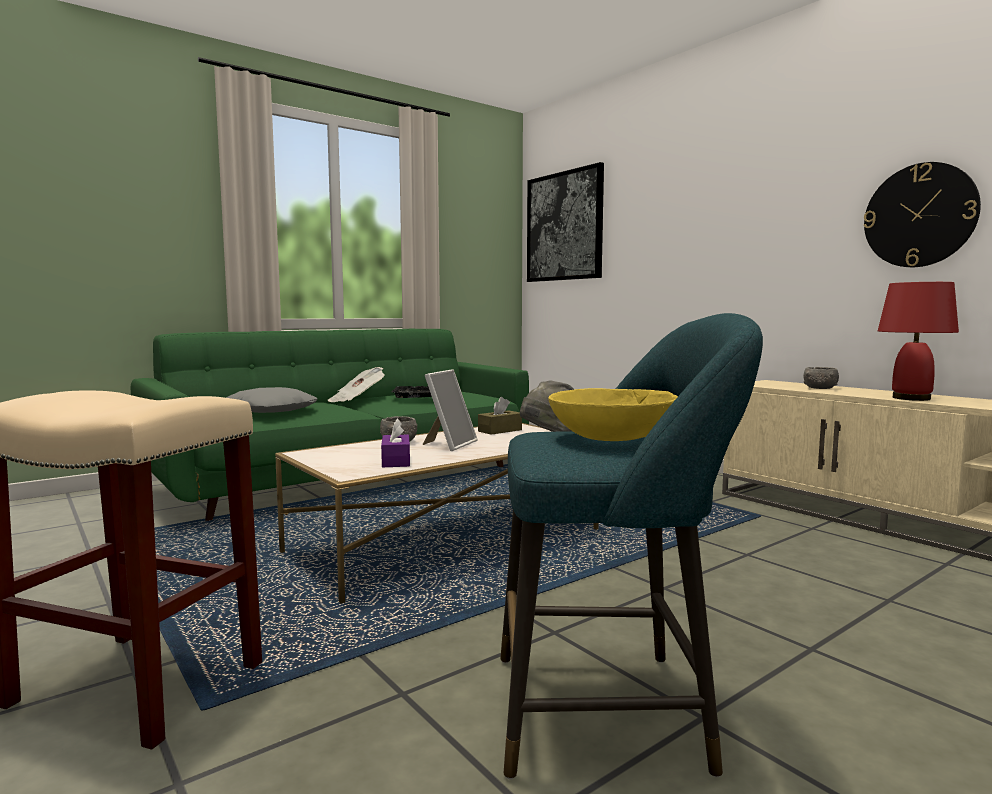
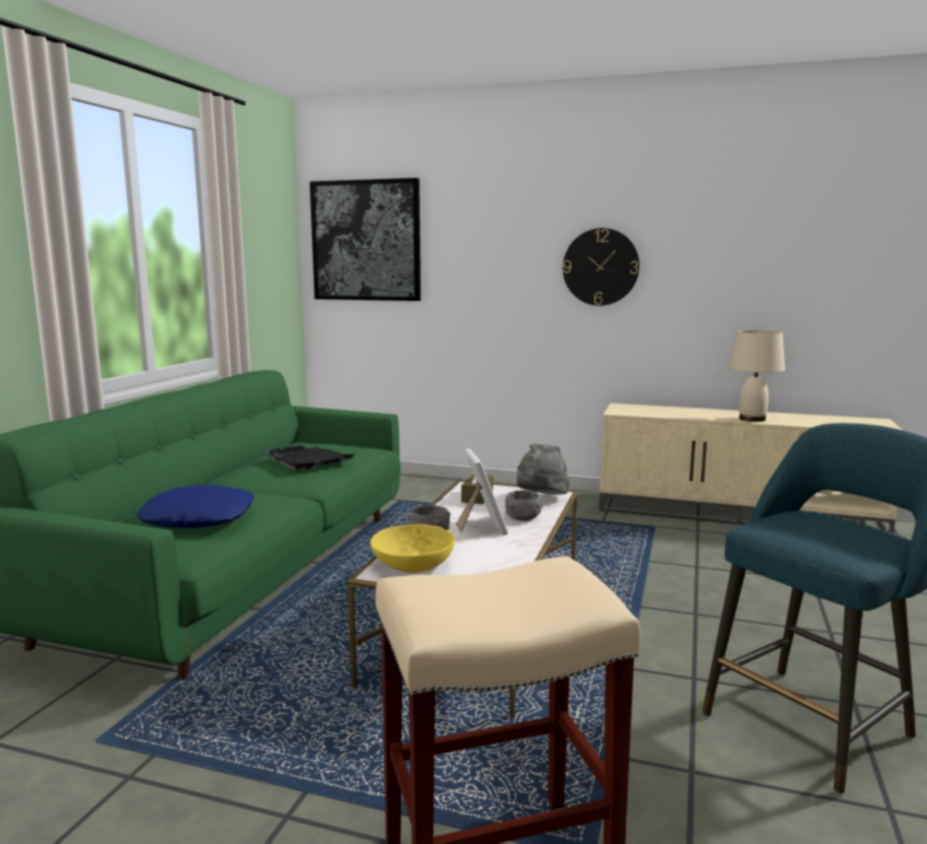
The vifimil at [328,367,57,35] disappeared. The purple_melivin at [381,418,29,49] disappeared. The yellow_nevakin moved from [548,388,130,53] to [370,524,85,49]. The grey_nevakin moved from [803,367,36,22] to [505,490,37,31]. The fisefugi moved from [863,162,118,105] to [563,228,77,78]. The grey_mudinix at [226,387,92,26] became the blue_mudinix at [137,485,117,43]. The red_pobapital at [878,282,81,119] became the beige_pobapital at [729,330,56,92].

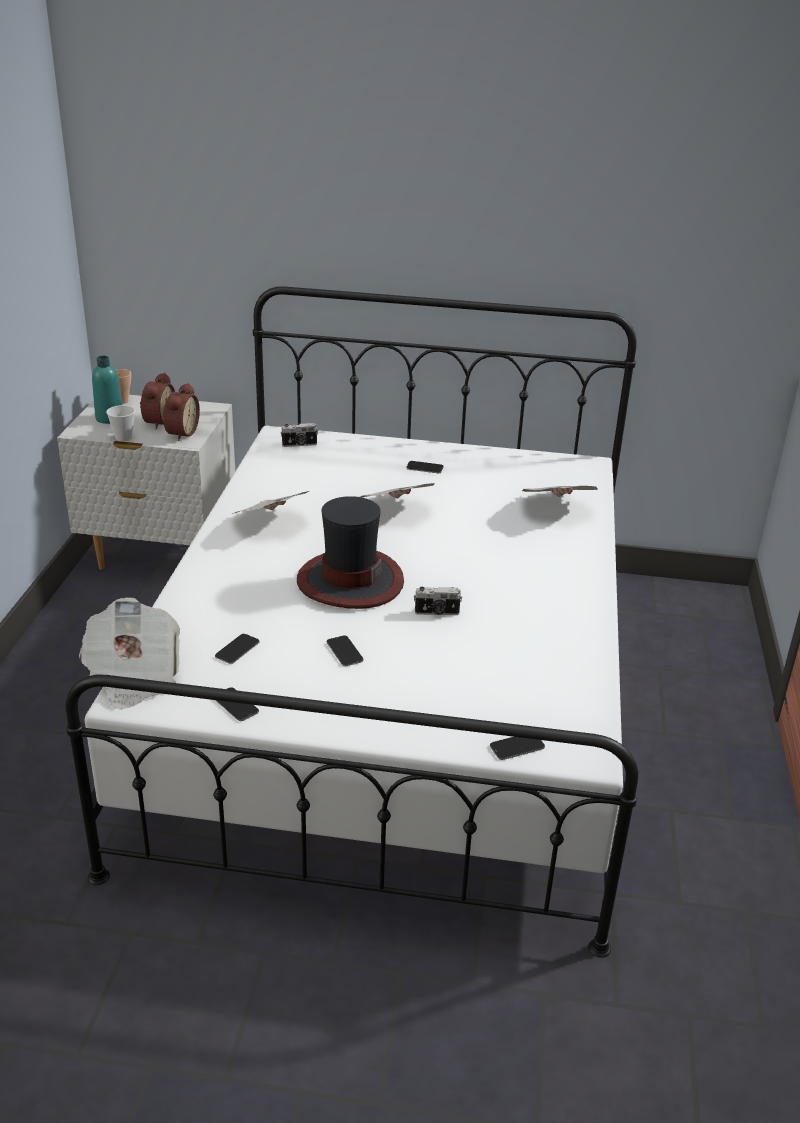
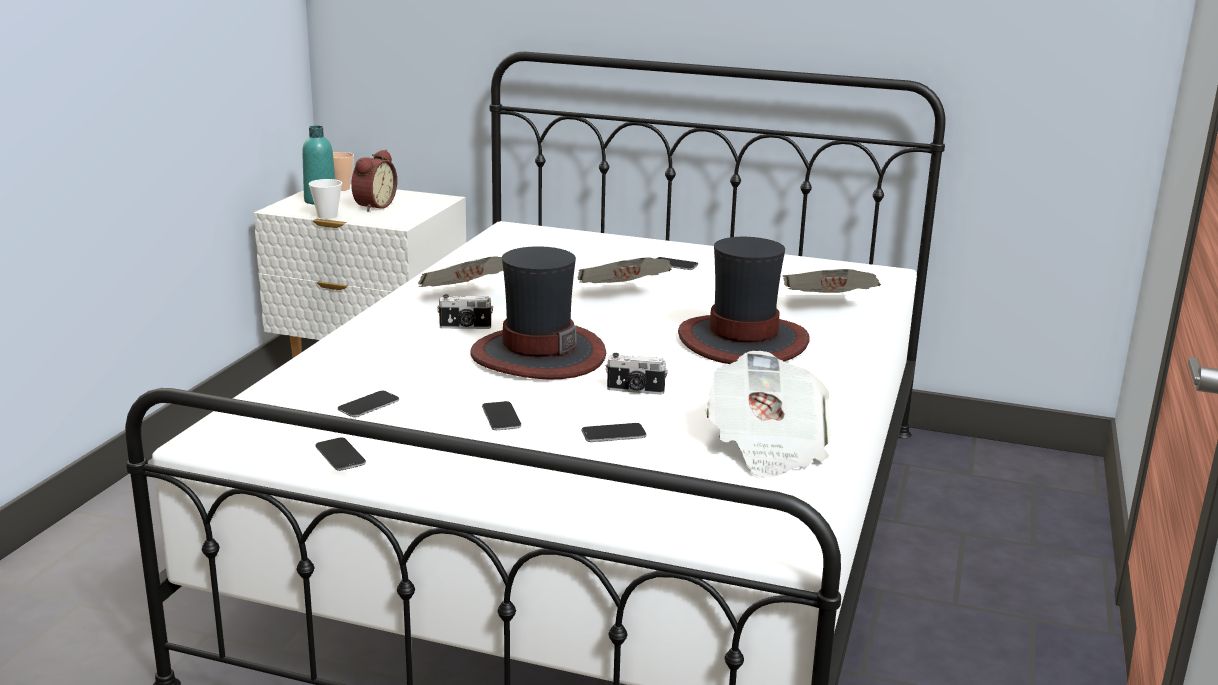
The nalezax at [163,383,37,58] disappeared. The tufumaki at [678,237,132,127] appeared. The vifimil moved from [79,598,101,112] to [705,351,126,127]. The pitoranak moved from [281,423,37,24] to [437,294,56,35]. The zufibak moved from [490,737,55,23] to [582,423,64,19].

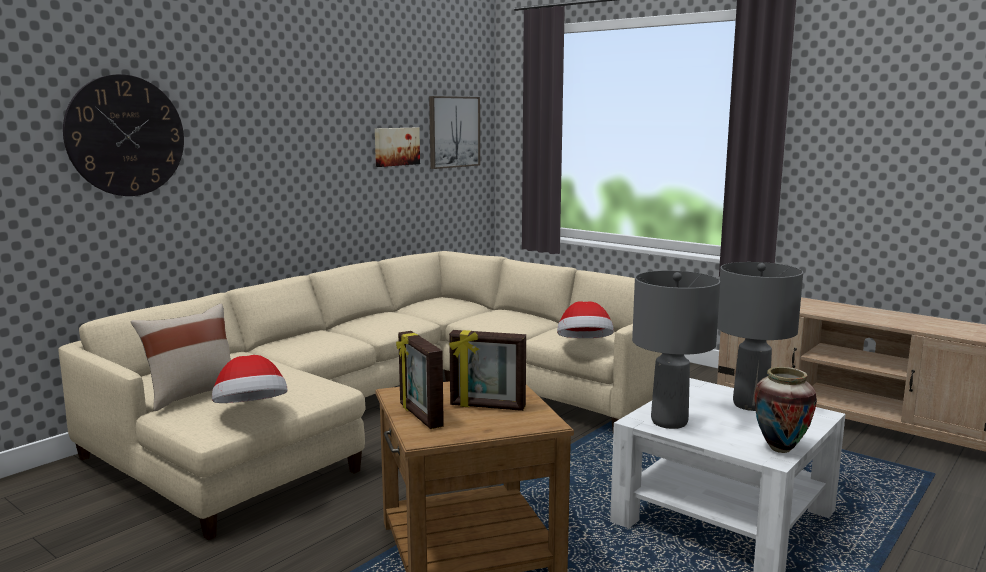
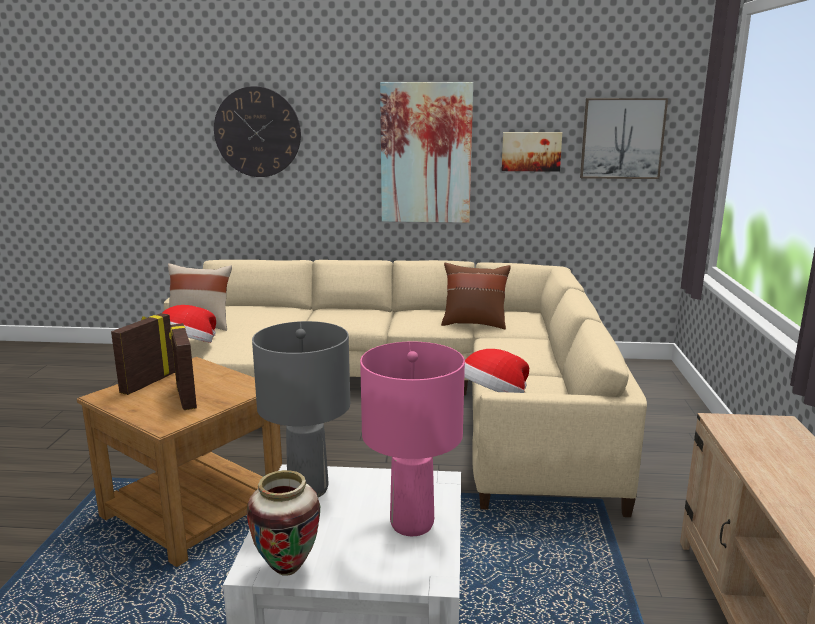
The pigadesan at [380,82,93,141] appeared. The brown_mudinix at [441,263,70,66] appeared. The grey_pobapital at [717,262,86,149] became the pink_pobapital at [360,342,105,194].

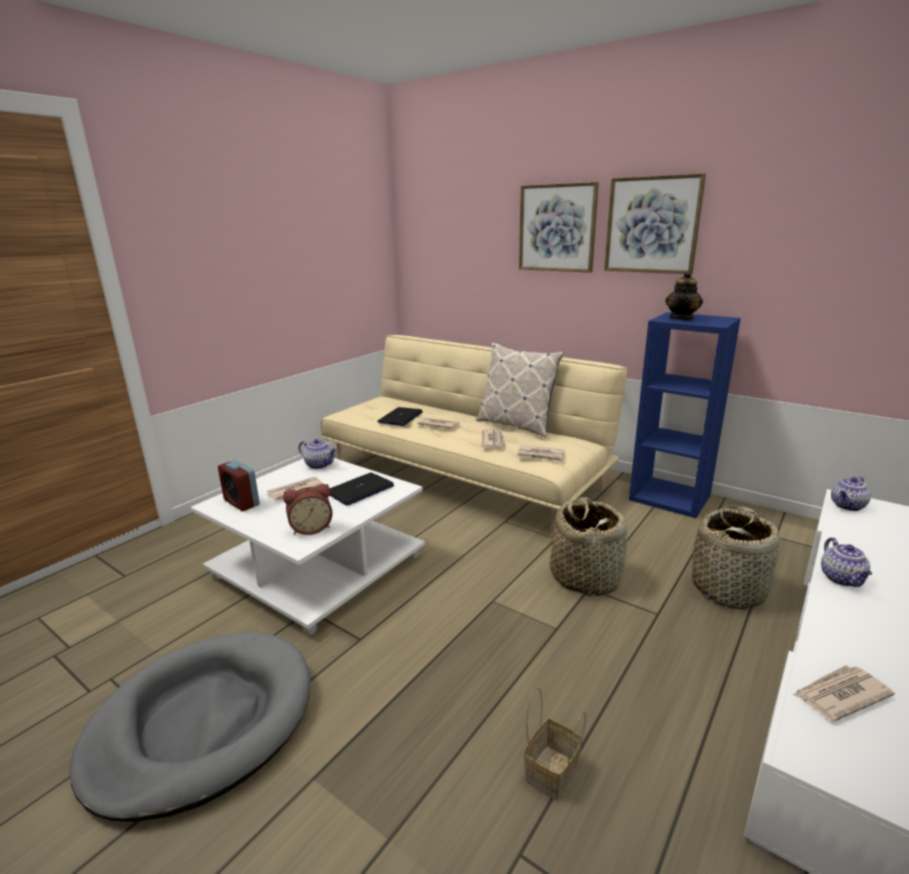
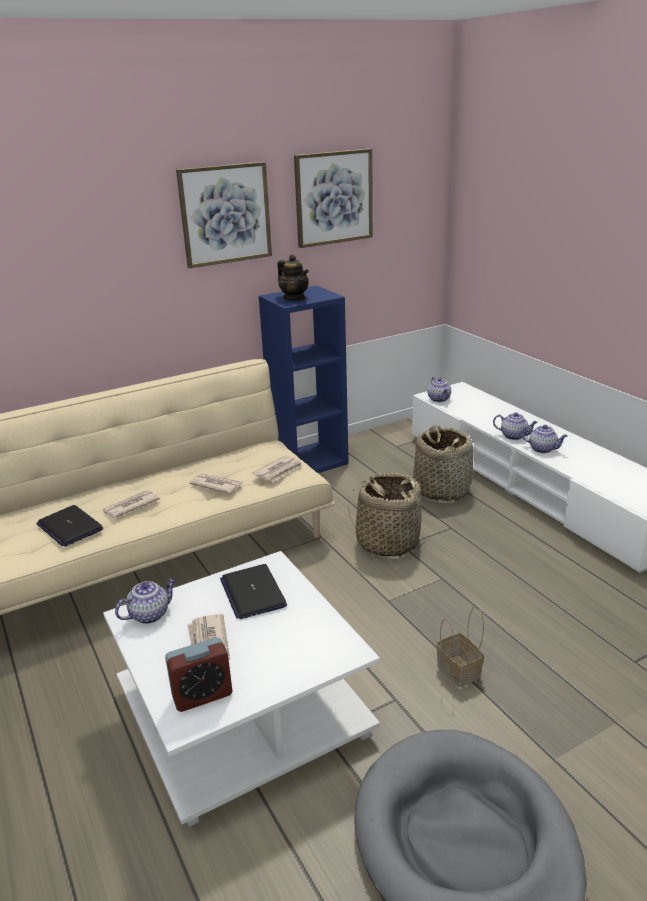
The nalezax at [283,484,50,51] disappeared. The mudinix at [476,342,87,96] disappeared. The vifimil at [793,665,102,56] disappeared. The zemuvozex at [521,425,46,28] appeared. The pigadesan moved from [519,182,80,91] to [294,149,79,99]. The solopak moved from [524,687,62,113] to [436,606,48,81].

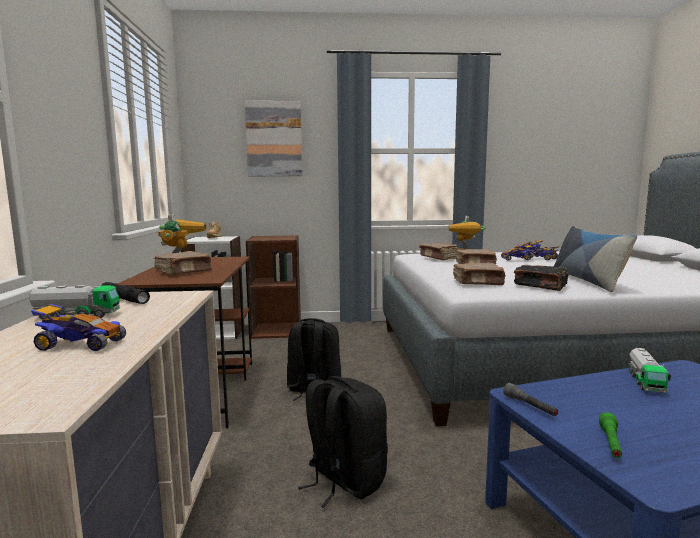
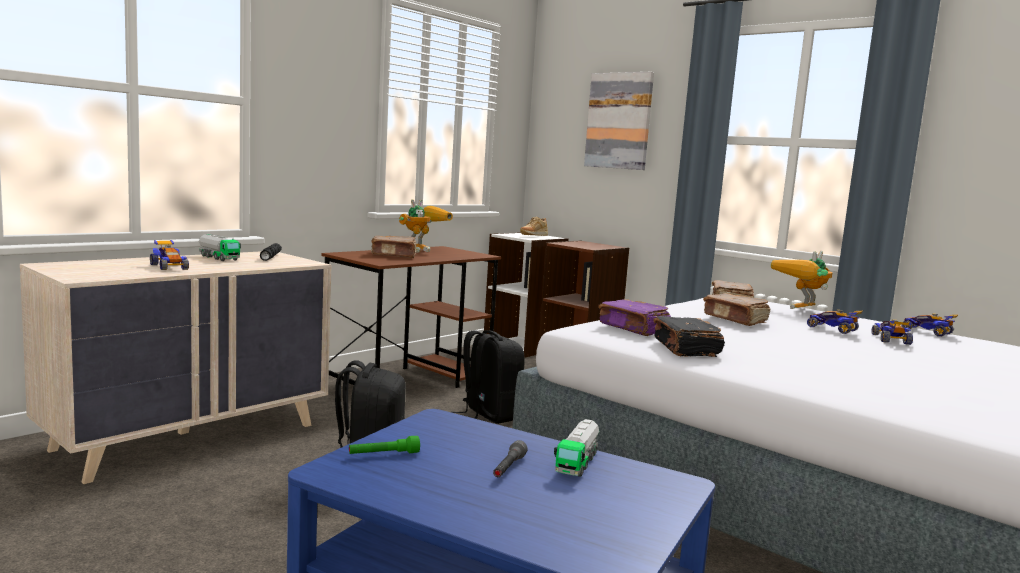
The mudinix at [553,226,85,66] disappeared. The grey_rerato moved from [503,383,55,33] to [493,440,35,37]. The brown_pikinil at [453,262,53,23] became the purple_pikinil at [598,299,73,37]. The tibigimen at [628,348,43,45] turned 45 degrees counterclockwise.

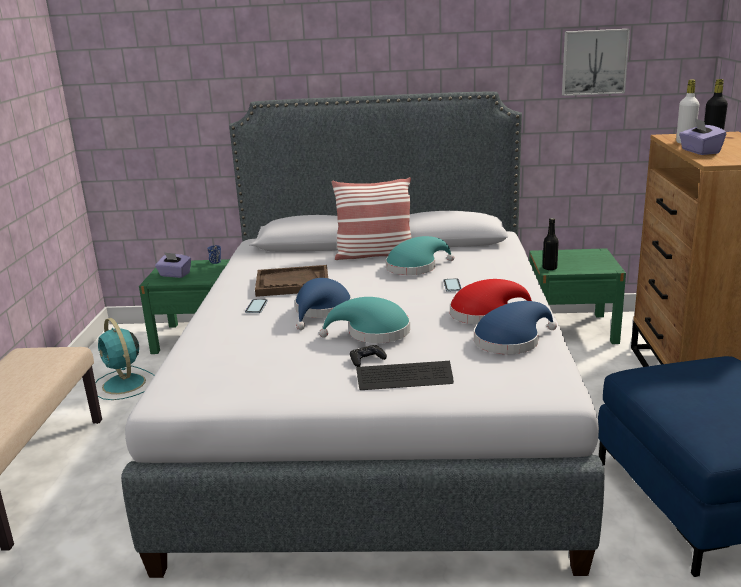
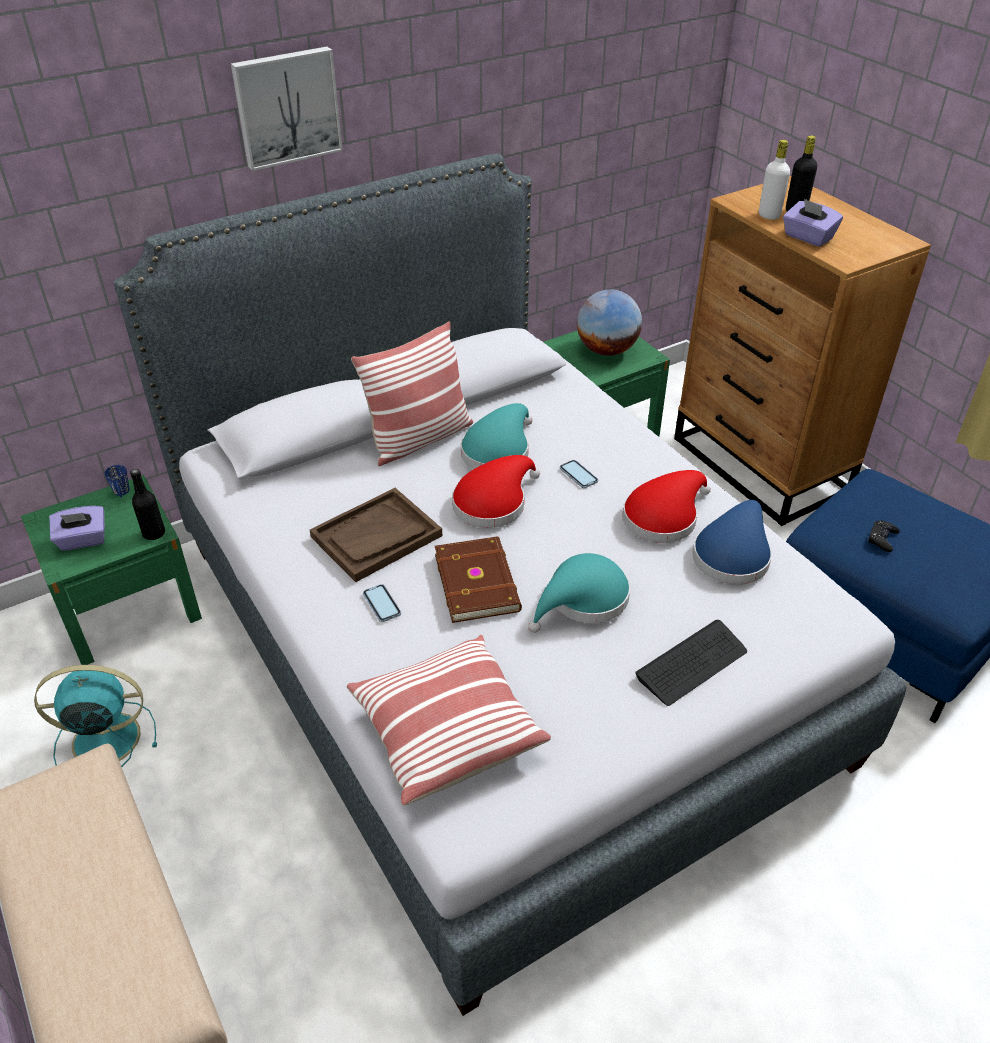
The mudinix at [347,635,204,170] appeared. The red_tufumaki at [452,455,88,73] appeared. The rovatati at [577,289,65,67] appeared. The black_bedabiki moved from [350,345,37,22] to [868,520,32,32]. The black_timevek moved from [543,218,16,52] to [130,469,35,71]. The pigadesan moved from [562,29,68,67] to [231,47,112,124]. The blue_tufumaki at [295,278,57,52] was replaced by the brown_pikinil at [435,537,87,86]. The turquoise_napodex at [95,318,60,82] turned 150 degrees clockwise.

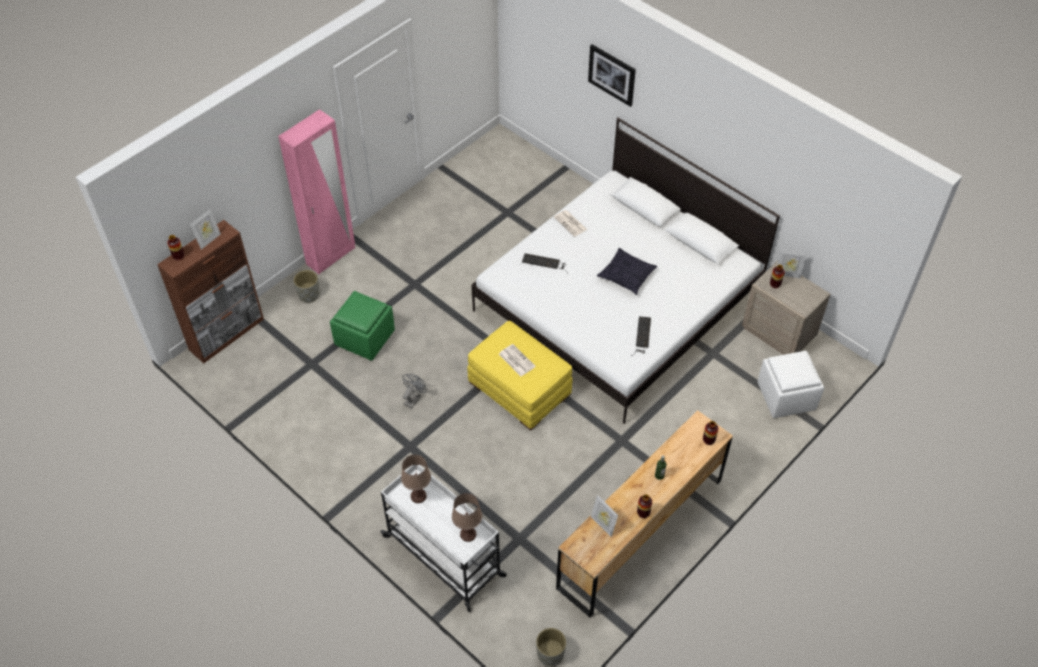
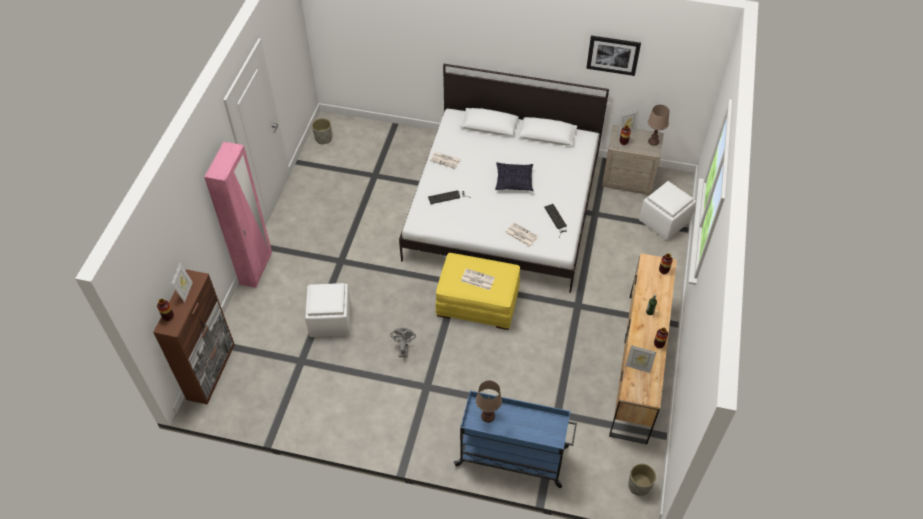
The vifimil at [505,223,34,24] appeared. The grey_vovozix moved from [293,270,27,32] to [312,118,20,26]. The brown_pobapital moved from [452,493,30,49] to [648,105,21,41]. The pigadesan moved from [588,44,48,63] to [586,35,55,41]. The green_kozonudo at [330,291,65,70] became the white_kozonudo at [305,283,46,54]. The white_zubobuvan at [380,465,127,147] became the blue_zubobuvan at [454,391,123,97].

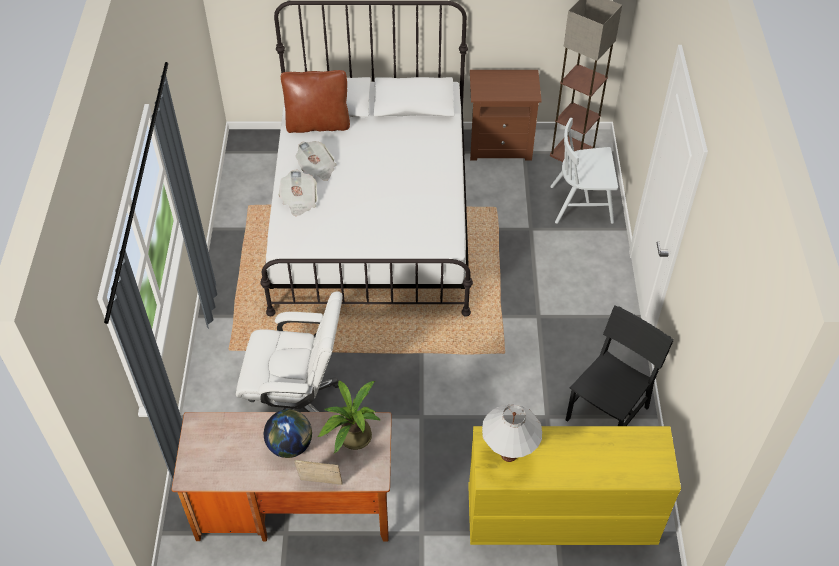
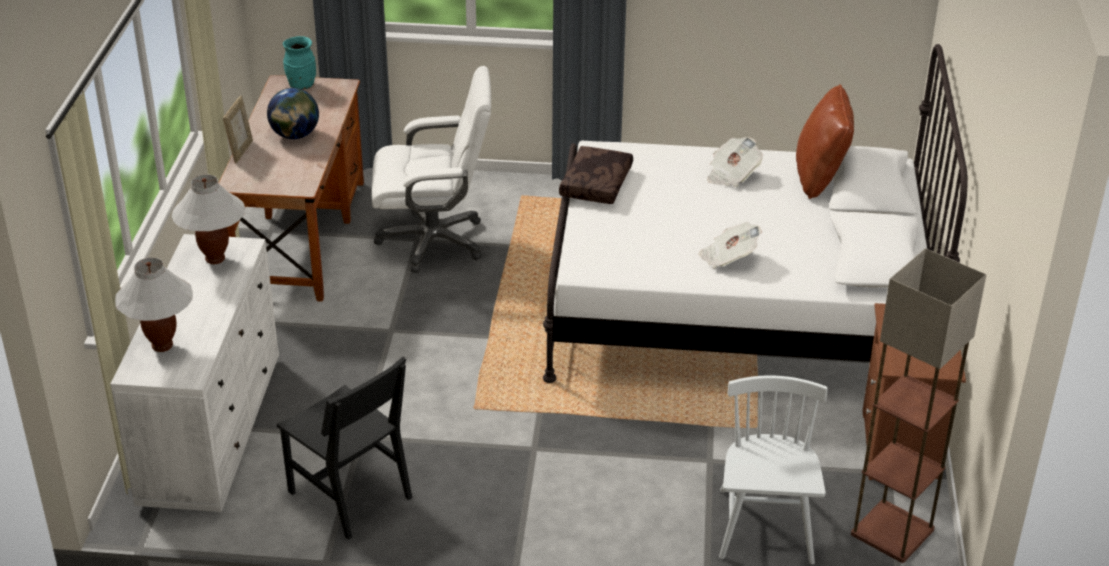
The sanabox at [318,380,63,73] disappeared. The white_pobapital at [115,257,78,95] appeared. The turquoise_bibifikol at [283,36,33,53] appeared. The brown_mudinix at [559,146,74,58] appeared. The vifimil moved from [278,170,39,46] to [698,222,64,47]. The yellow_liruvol at [468,426,213,119] became the white_liruvol at [110,234,169,278]. The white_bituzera at [236,291,107,121] turned 105 degrees counterclockwise.

